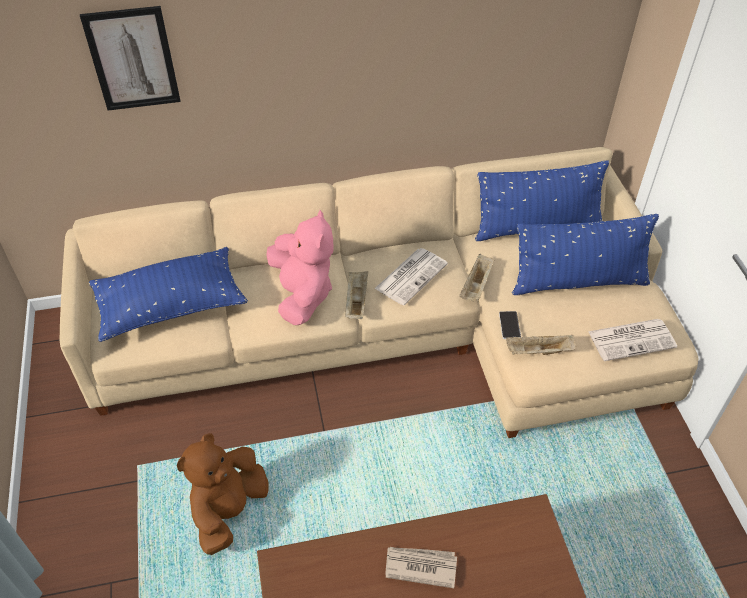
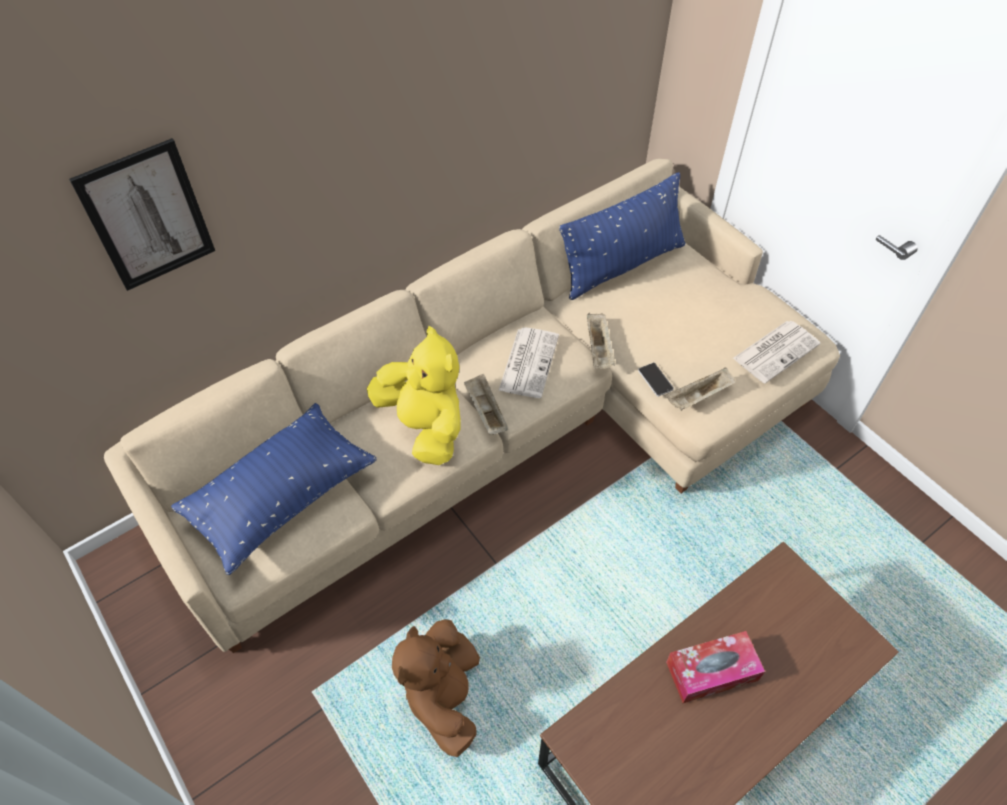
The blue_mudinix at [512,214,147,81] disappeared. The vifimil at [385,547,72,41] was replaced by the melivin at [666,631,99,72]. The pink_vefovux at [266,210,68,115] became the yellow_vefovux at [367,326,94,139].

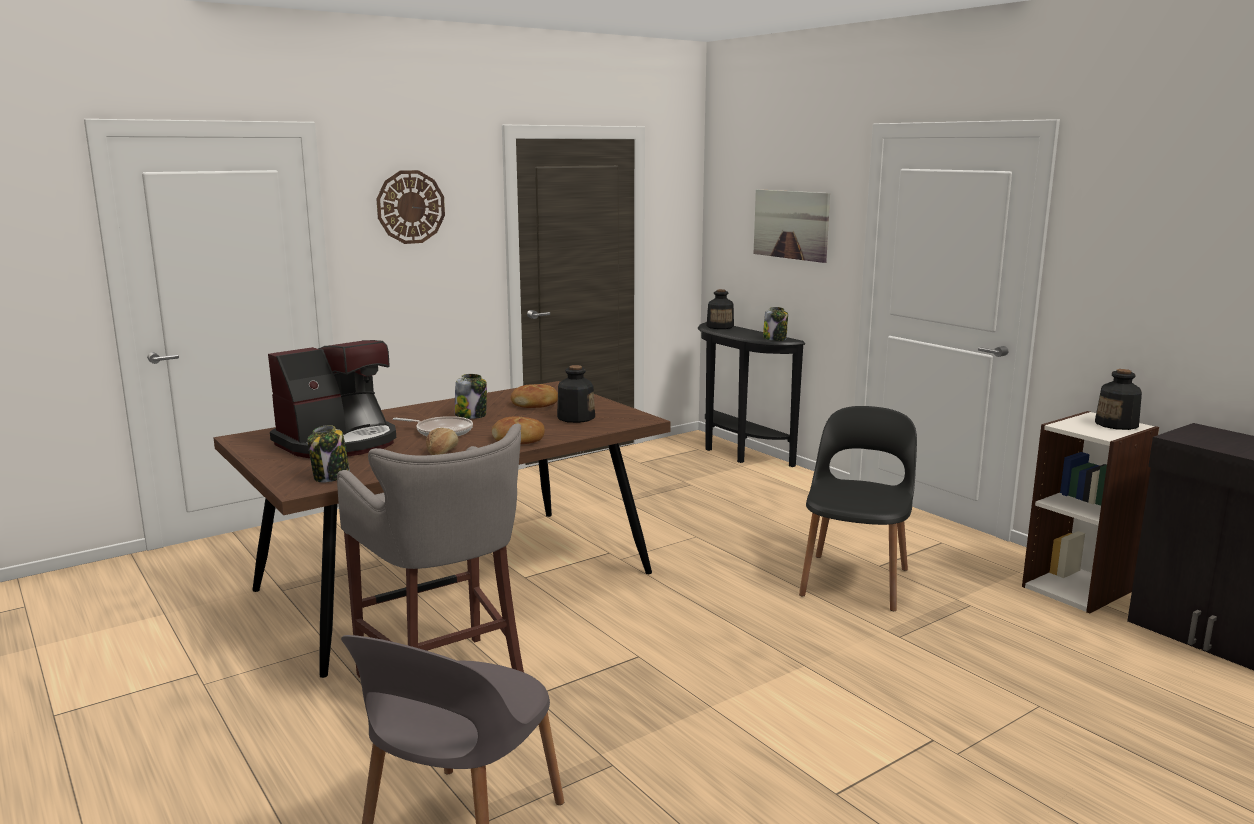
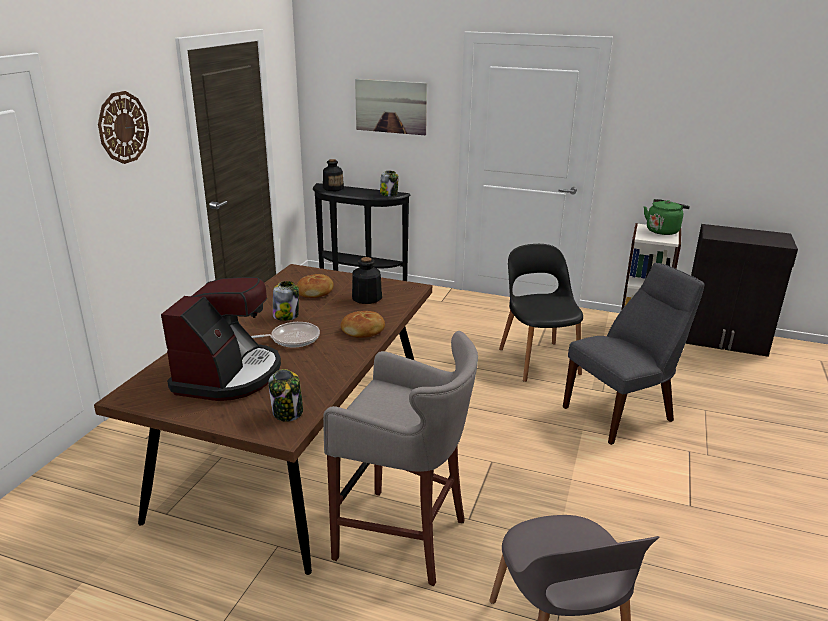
The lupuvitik at [426,428,32,27] disappeared. The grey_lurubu at [563,263,141,182] appeared. The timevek at [1095,369,47,61] was replaced by the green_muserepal at [644,199,46,36].

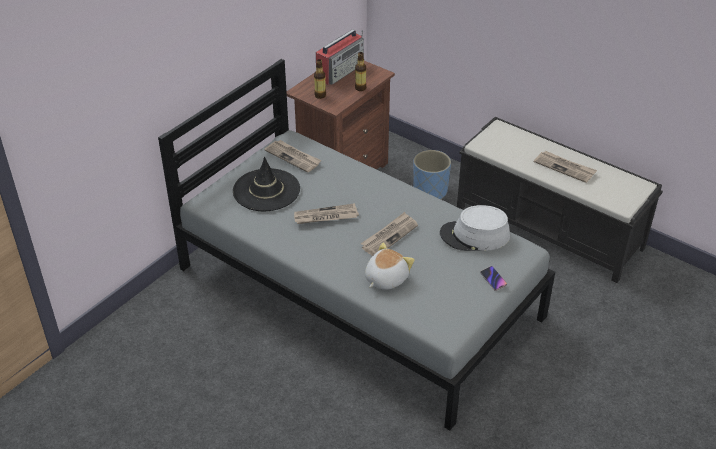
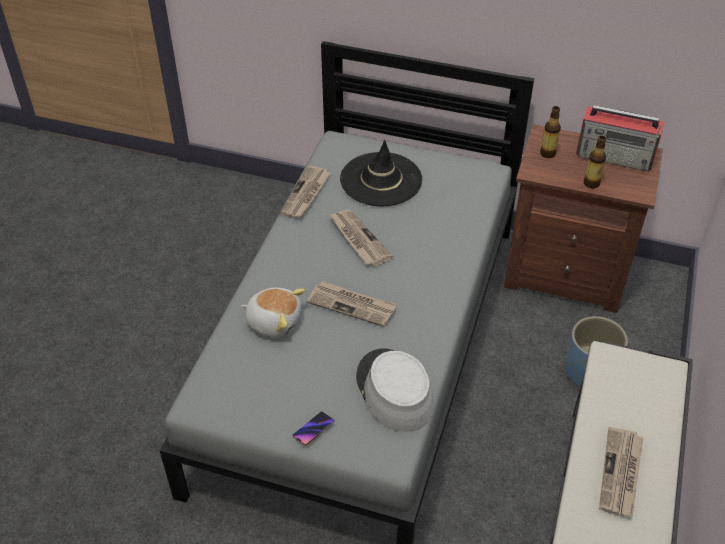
The vifimil moved from [264,140,58,32] to [280,165,51,54].

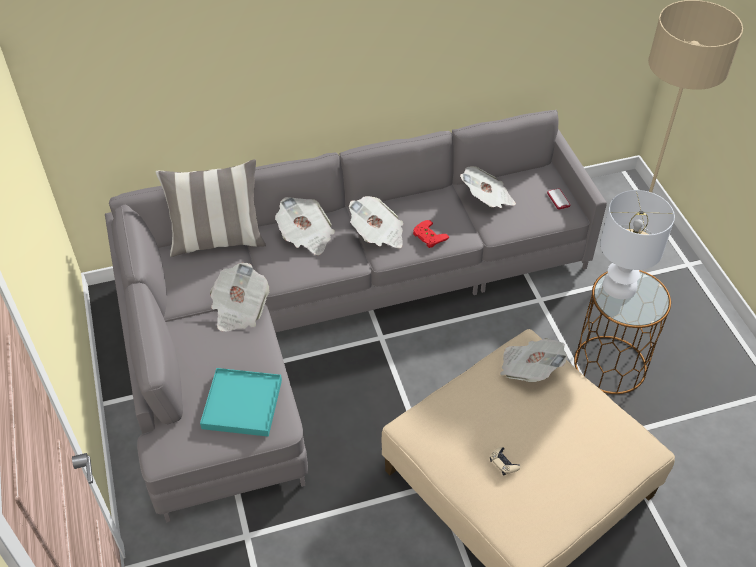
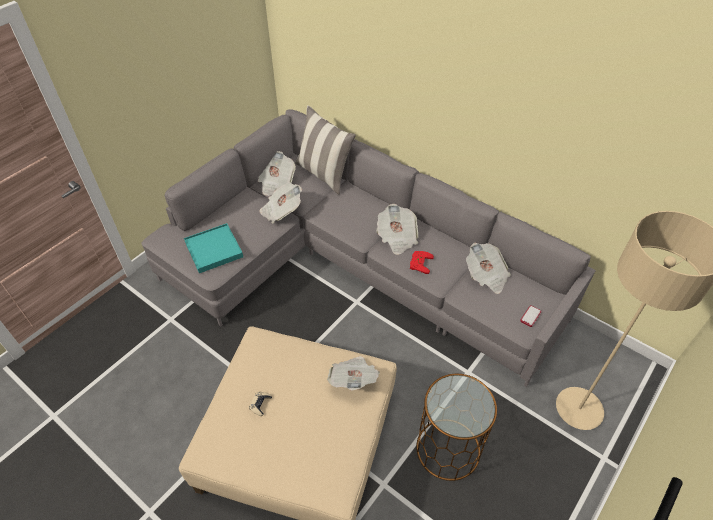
The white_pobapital at [600,190,75,109] disappeared. The vifimil moved from [275,197,60,58] to [258,151,38,45].

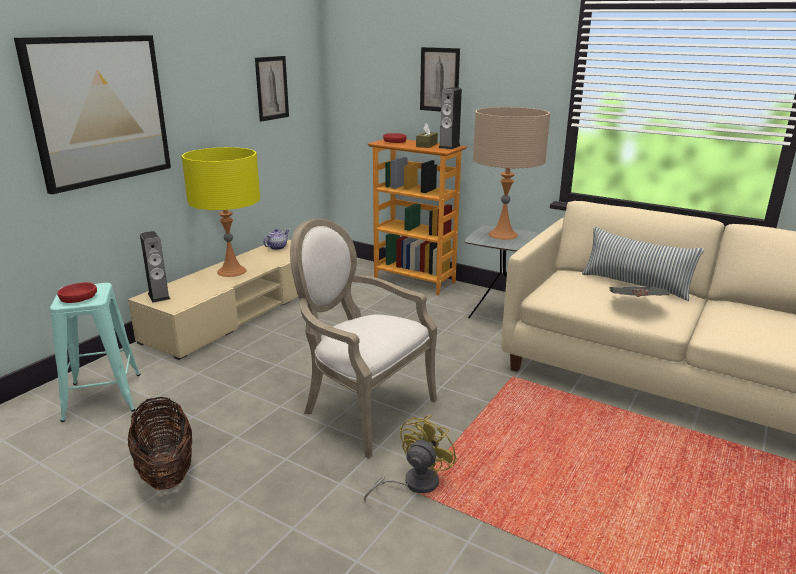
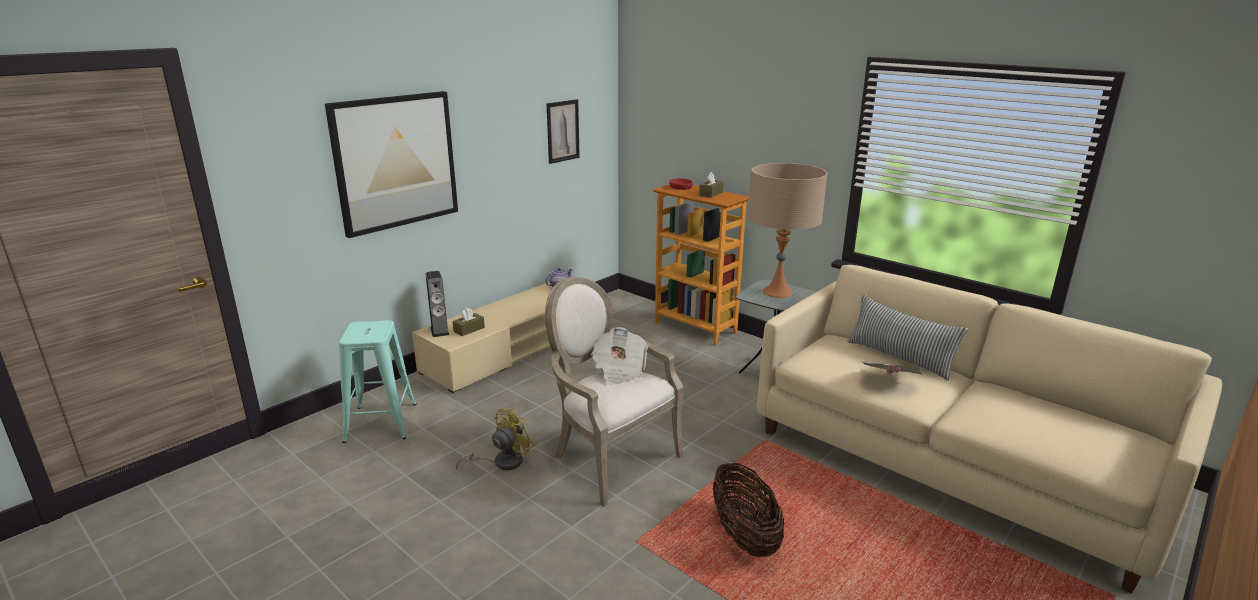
The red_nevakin at [57,282,40,21] disappeared. The yellow_pobapital at [182,147,78,130] disappeared. The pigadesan at [420,47,40,65] disappeared. The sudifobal at [439,87,23,62] disappeared. The brown_melivin at [452,308,33,28] appeared. The vifimil at [591,327,57,58] appeared. The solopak moved from [128,397,64,93] to [713,462,71,95]. The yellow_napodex moved from [364,415,93,86] to [456,407,78,64].

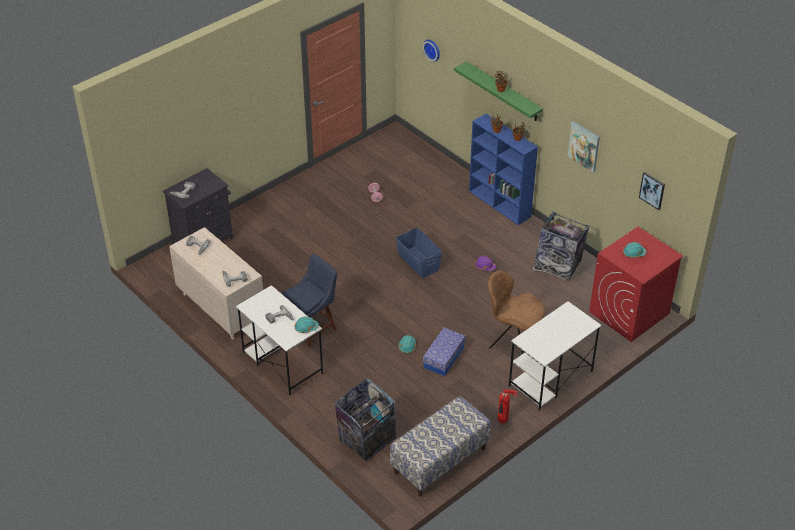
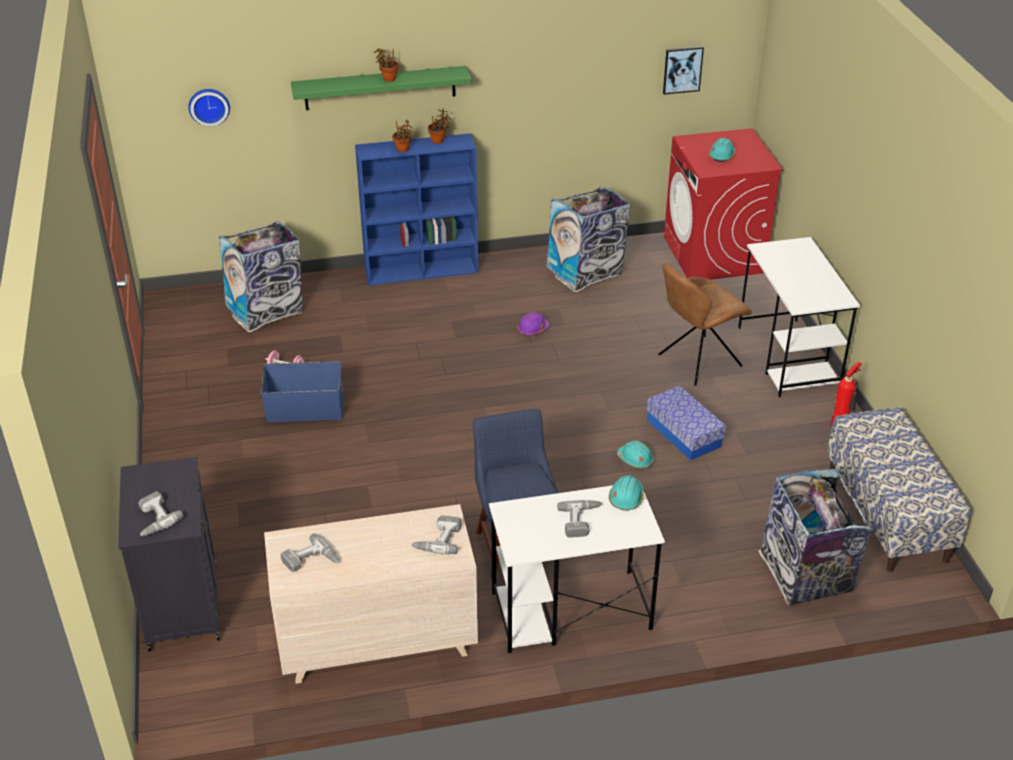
The pigadesan at [568,121,32,51] disappeared. The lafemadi at [218,221,85,112] appeared. The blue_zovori moved from [396,227,46,51] to [261,361,82,62].

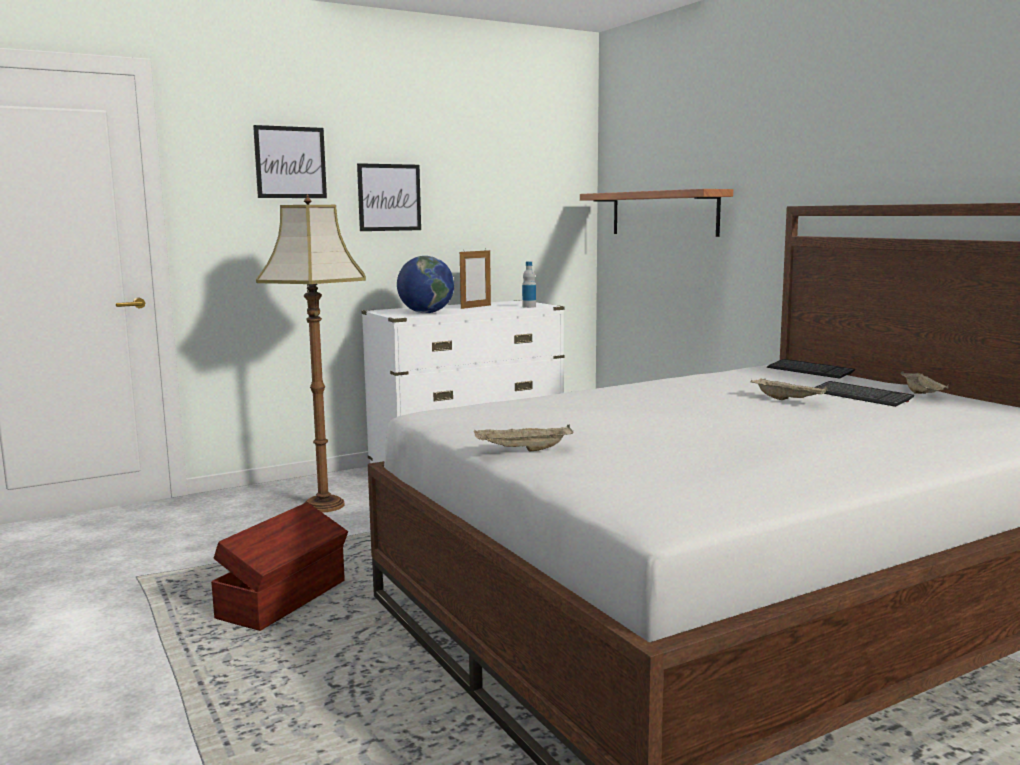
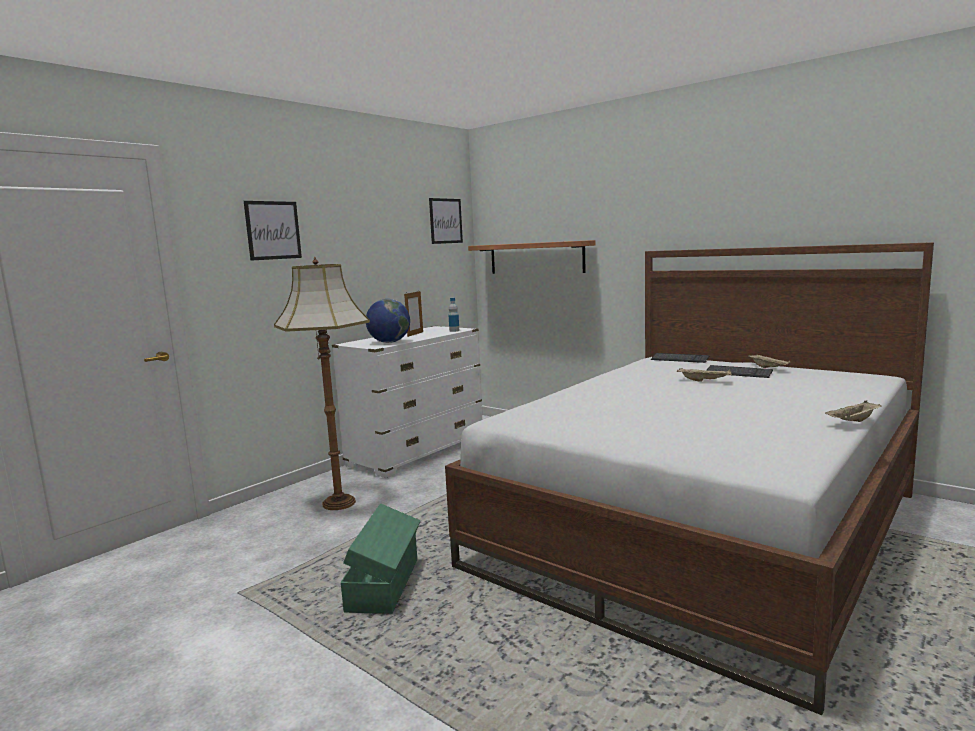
The pigadesan moved from [357,163,64,68] to [429,198,34,46]. The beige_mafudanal moved from [474,425,100,26] to [825,400,57,22]. The brown_zovori at [211,502,137,129] became the green_zovori at [341,503,79,111].

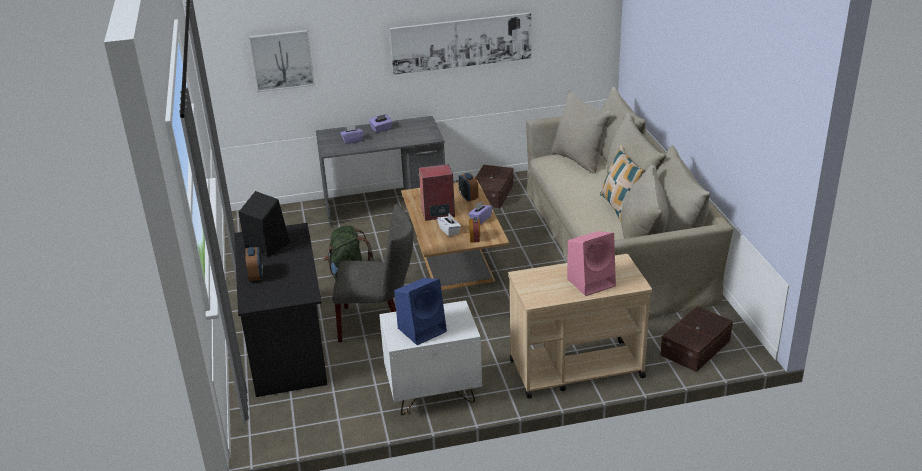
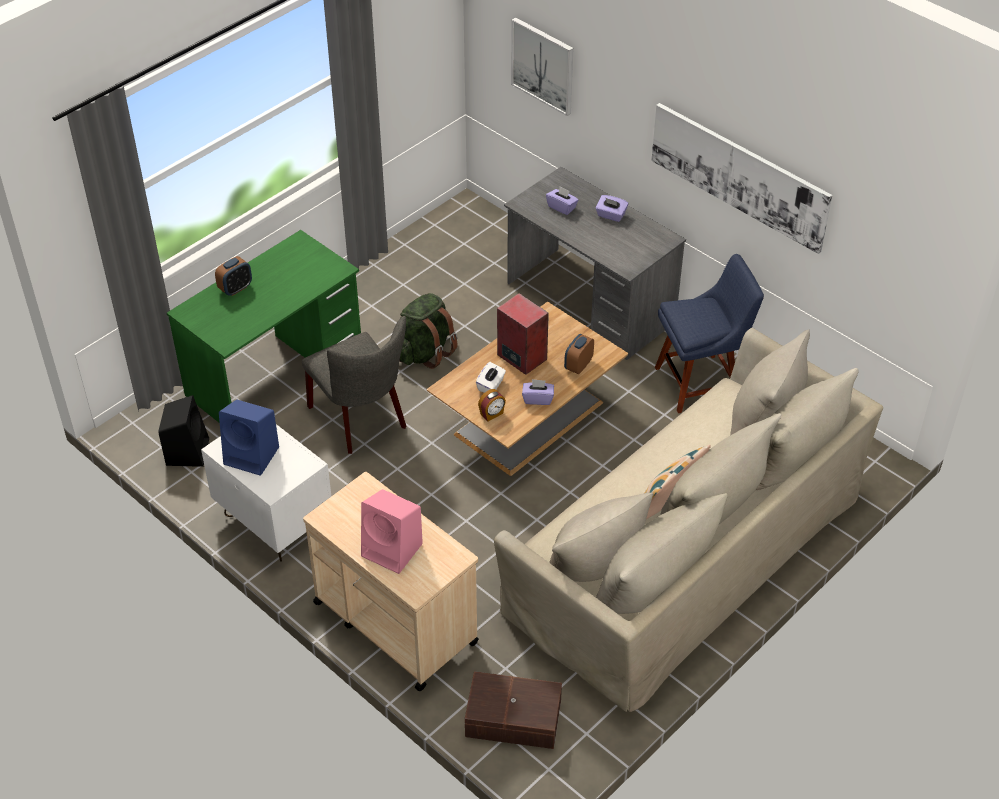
The black_sudifobal moved from [239,191,51,66] to [158,395,51,72]. The brown_zovori at [475,165,39,43] was replaced by the blue_lurubu at [655,254,109,159]. The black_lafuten at [234,223,94,174] became the green_lafuten at [167,230,194,193].

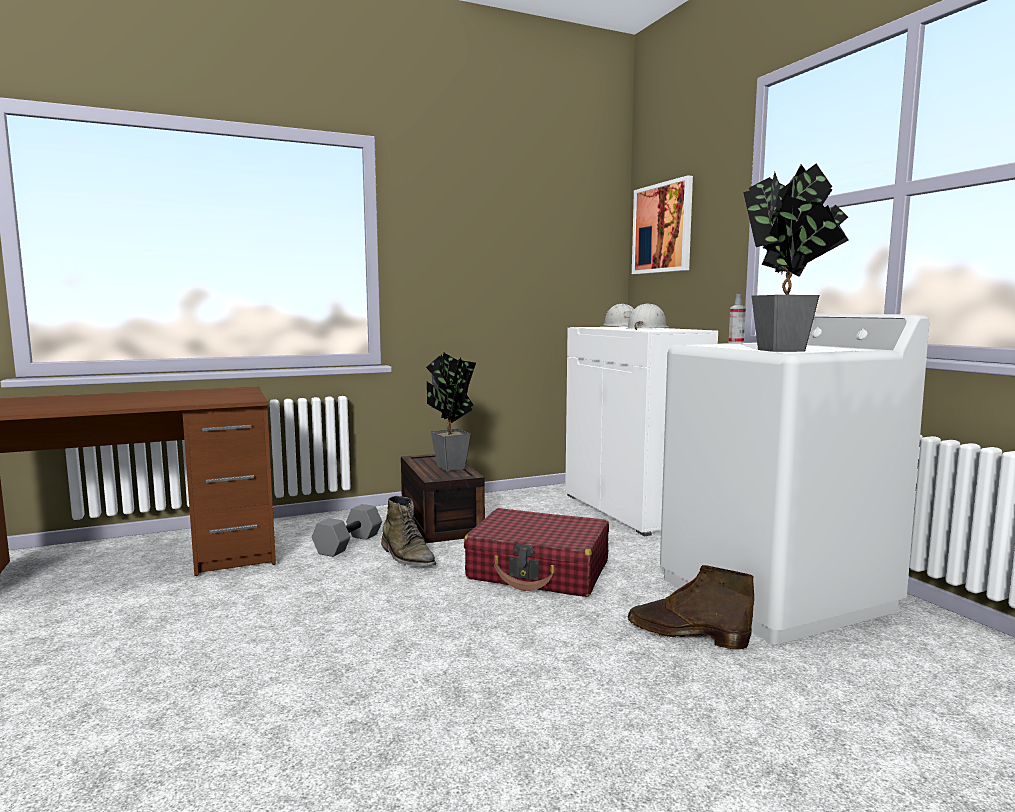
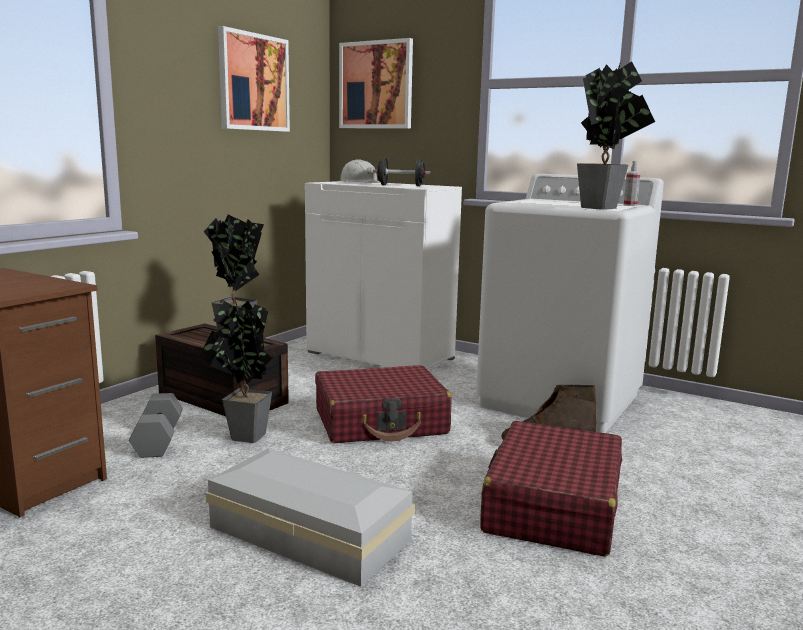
The white_zovori at [206,448,209,139] appeared. The pigadesan at [218,26,72,106] appeared. The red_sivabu at [480,421,142,136] appeared. The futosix moved from [728,294,18,50] to [624,161,17,45]. The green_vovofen at [381,496,55,71] was replaced by the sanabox at [198,301,75,142]. The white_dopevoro at [626,303,42,27] was replaced by the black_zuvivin at [373,157,57,29].

